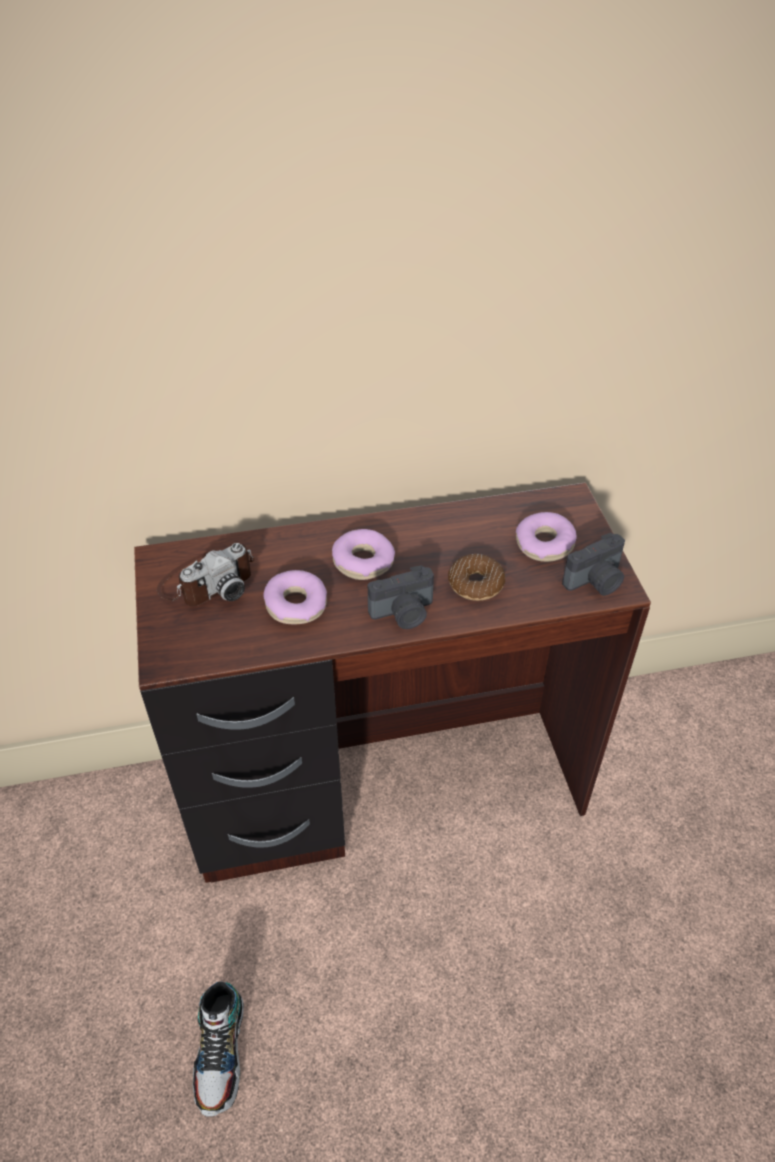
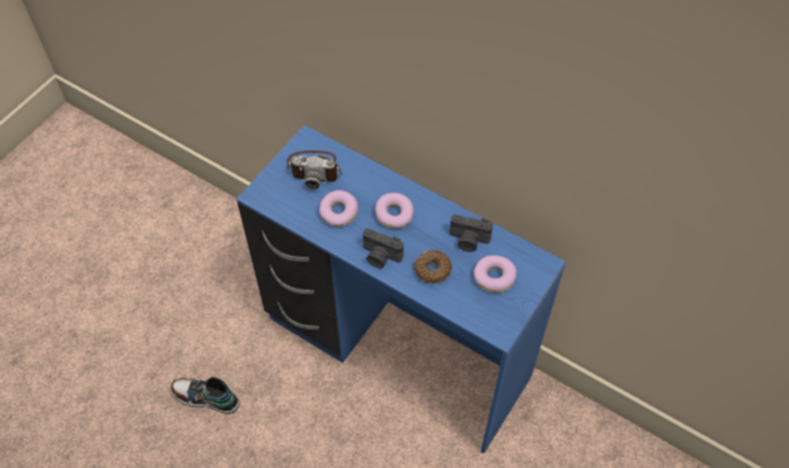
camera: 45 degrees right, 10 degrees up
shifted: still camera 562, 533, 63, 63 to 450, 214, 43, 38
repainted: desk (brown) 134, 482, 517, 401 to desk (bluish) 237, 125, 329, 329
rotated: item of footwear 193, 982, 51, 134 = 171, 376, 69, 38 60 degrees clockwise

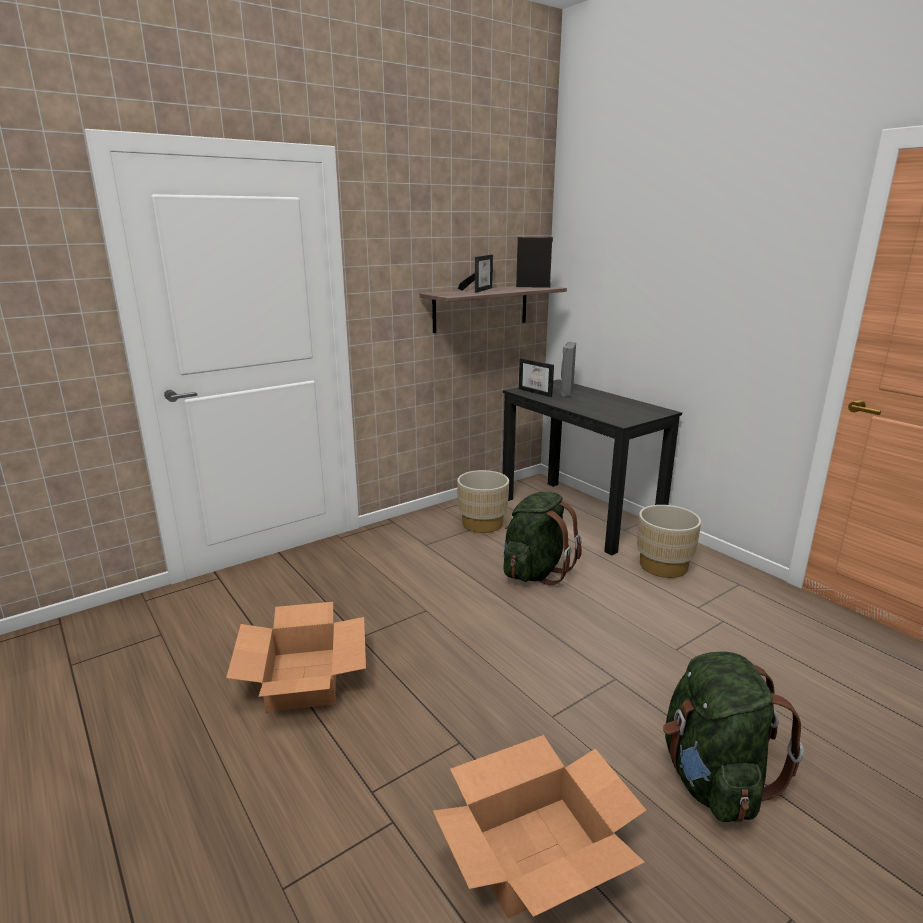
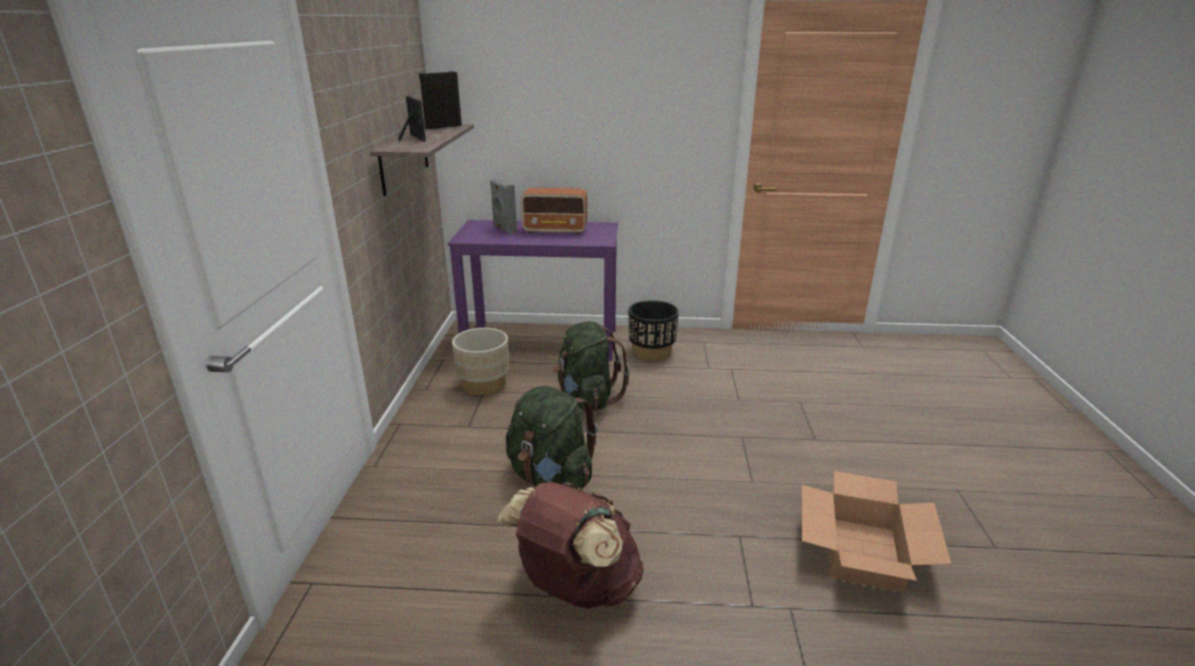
camera: 50 degrees left, 5 degrees up
gone: standing frame 519, 358, 35, 39
new: radio set 521, 188, 66, 46
shifted: rucksack (green-coloured) 663, 651, 141, 171 to 506, 386, 92, 103
swapped: carton 226, 602, 140, 110 to rucksack (brown) 497, 482, 147, 127
repainted: desk (blackish) 503, 379, 179, 177 to desk (purple) 448, 220, 170, 141; plant pot (beige) 637, 505, 64, 73 to plant pot (blackish) 628, 300, 51, 61

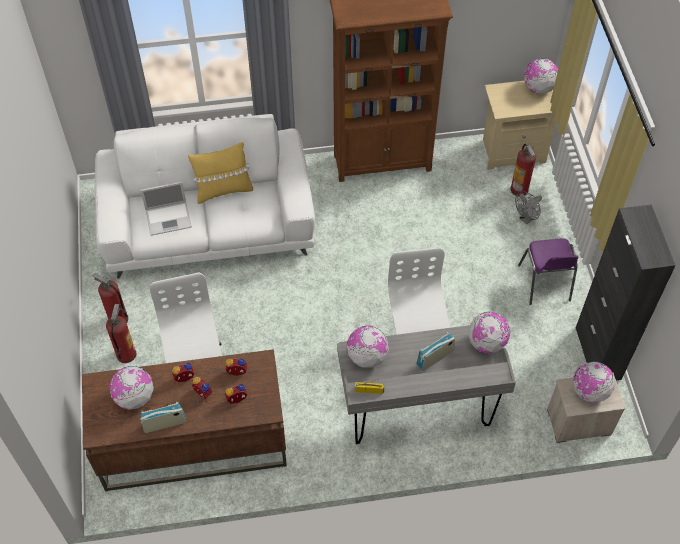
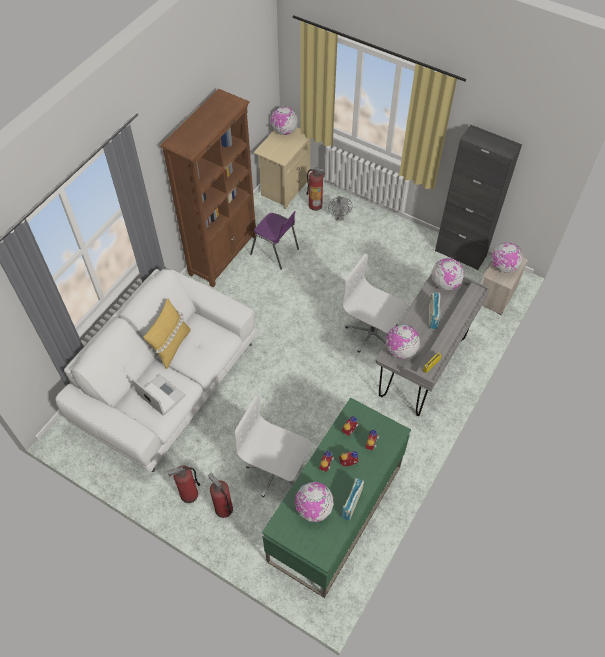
camera: 50 degrees left, 0 degrees up
shifted: upright chair (purple) 518, 238, 60, 67 to 250, 211, 49, 59
repainted: desk (brown) 82, 349, 205, 143 to desk (green-coloured) 262, 397, 149, 201
rotated: laptop 141, 182, 51, 54 = 132, 374, 53, 41 75 degrees counterclockwise

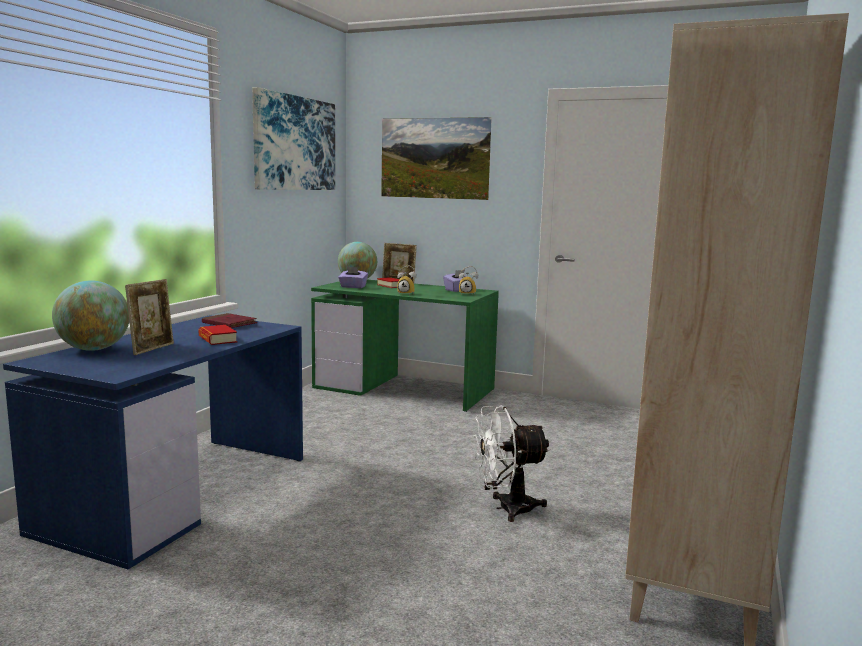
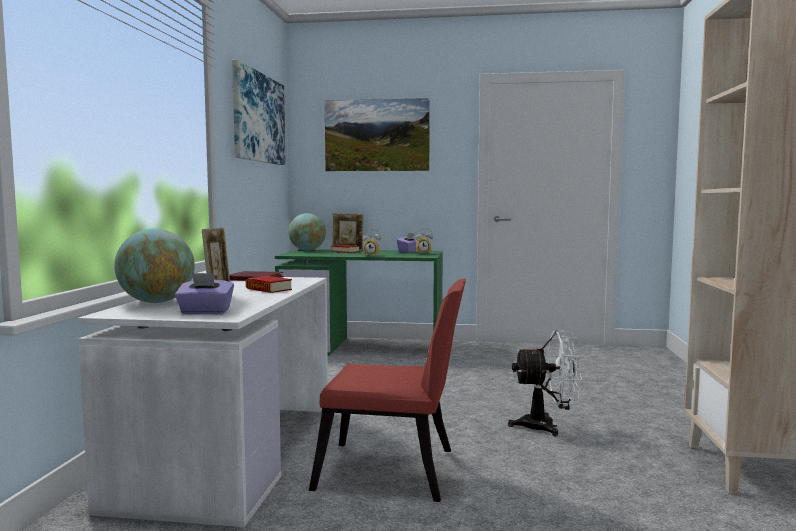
camera: 15 degrees left, 5 degrees down
new: upright chair (reddish) 309, 279, 157, 223
shifted: tissue box (purple) 338, 267, 30, 21 to 175, 273, 59, 41
repainted: desk (bluish) 3, 315, 300, 254 to desk (white) 77, 277, 251, 250
rotated: electric fan (white) 474, 405, 76, 117 = 508, 330, 74, 107 150 degrees counterclockwise

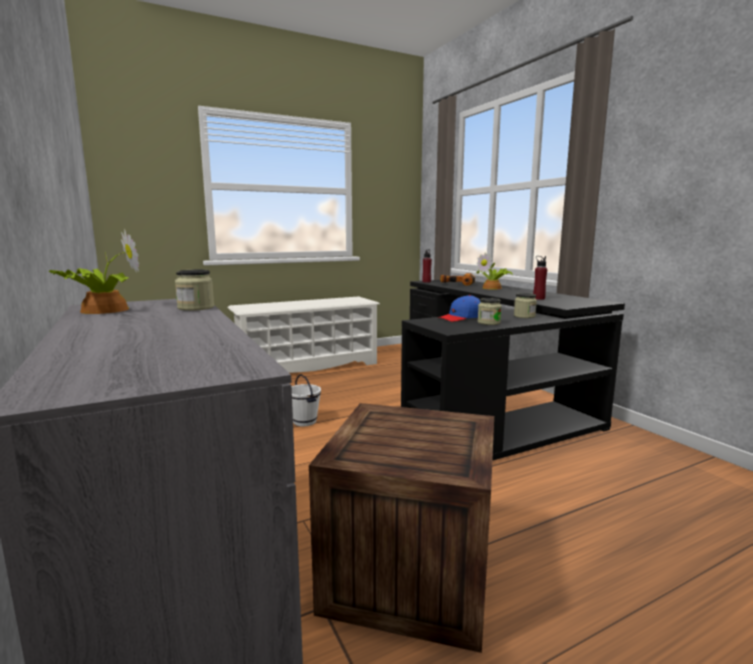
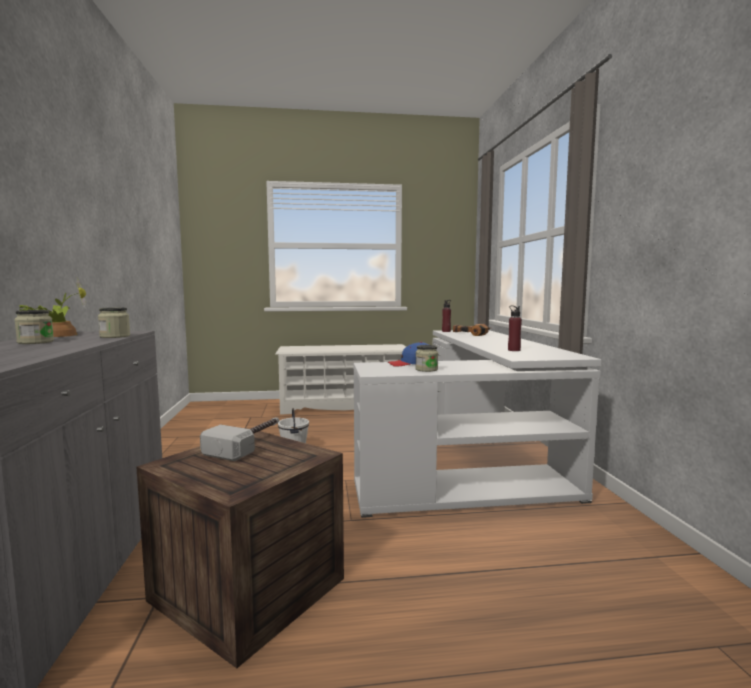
camera: 20 degrees right, 5 degrees down
gone: houseplant 476, 252, 36, 38
new: hand hammer 200, 417, 79, 44
shifted: jar 514, 293, 23, 25 to 14, 310, 40, 34
repainted: desk (blackish) 401, 280, 224, 181 to desk (white) 354, 330, 247, 188

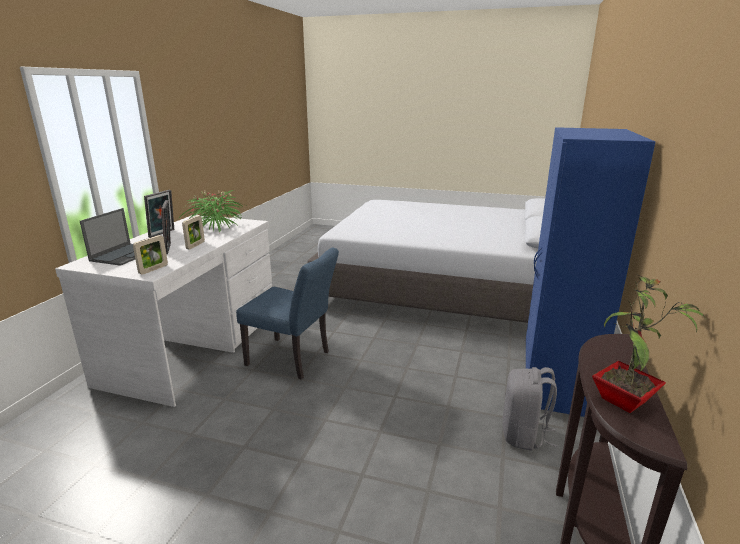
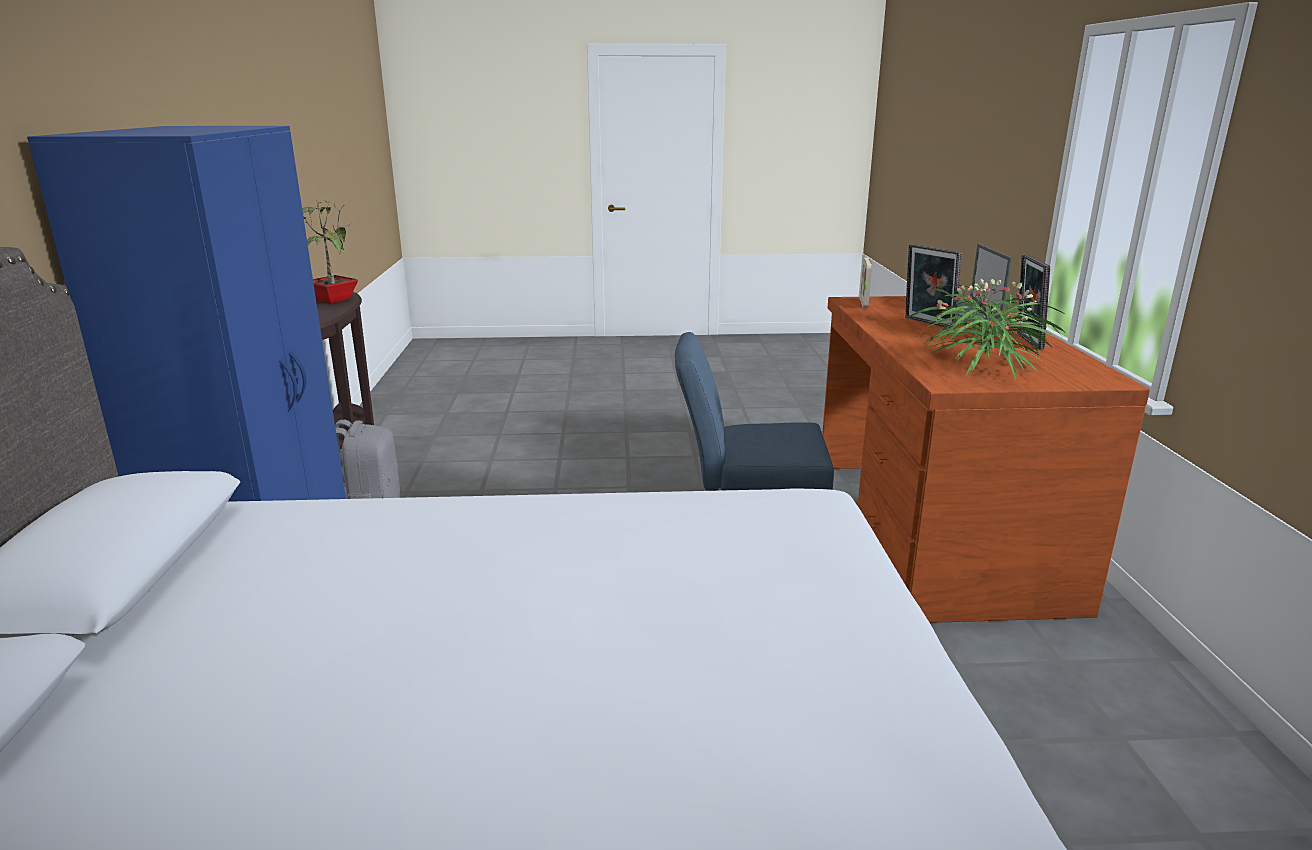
camera: 160 degrees right, 0 degrees up
gone: standing frame 182, 215, 23, 34
repainted: desk (white) 55, 215, 217, 192 to desk (brown) 822, 295, 328, 328

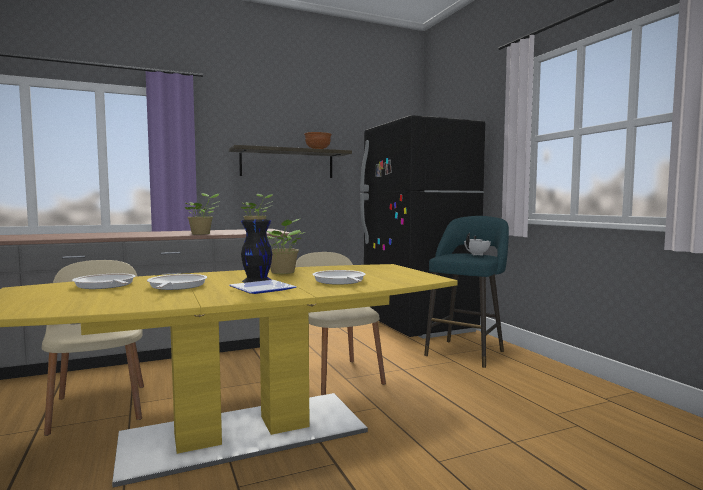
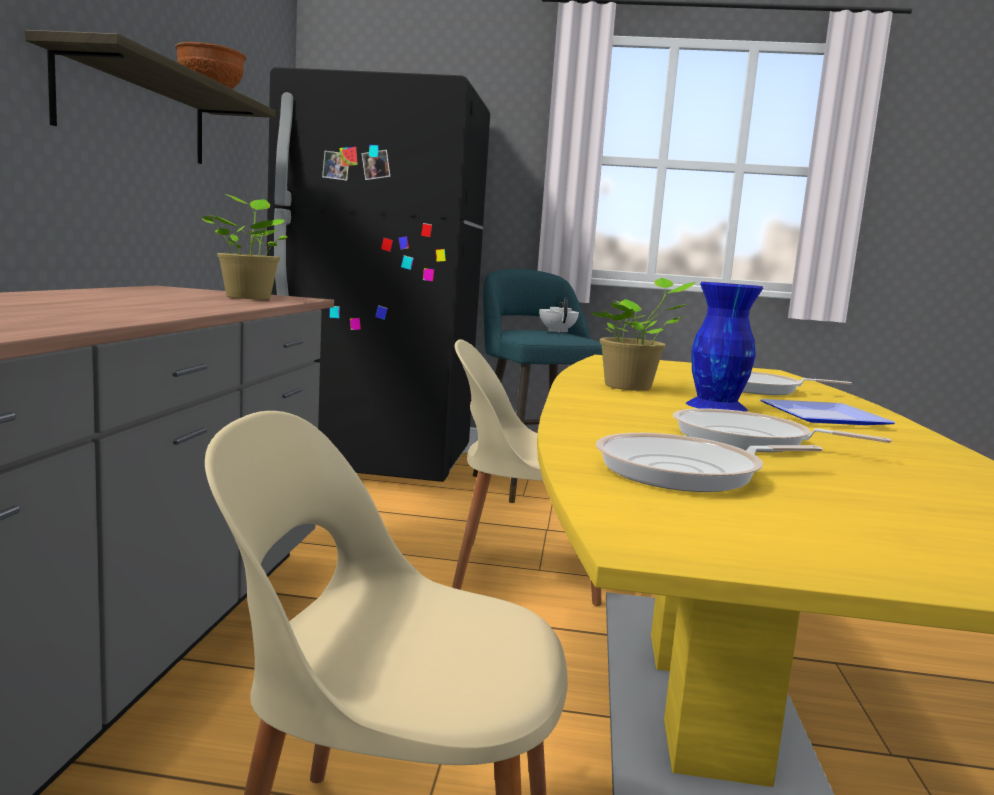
camera: 60 degrees left, 5 degrees up
gone: houseplant 185, 193, 35, 42
repainted: decorative vase (blackish) 241, 220, 31, 63 to decorative vase (bluish) 686, 282, 77, 130

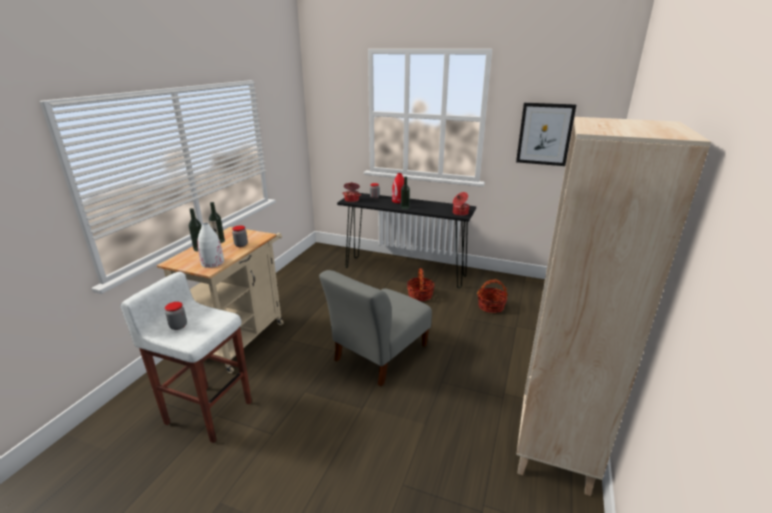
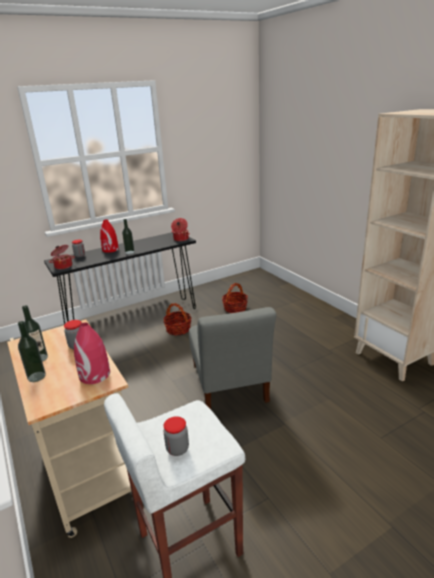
camera: 50 degrees left, 0 degrees up
gone: wall art 516, 103, 60, 63
repainted: decorative vase (white) 198, 223, 26, 45 to decorative vase (reddish) 74, 323, 36, 61

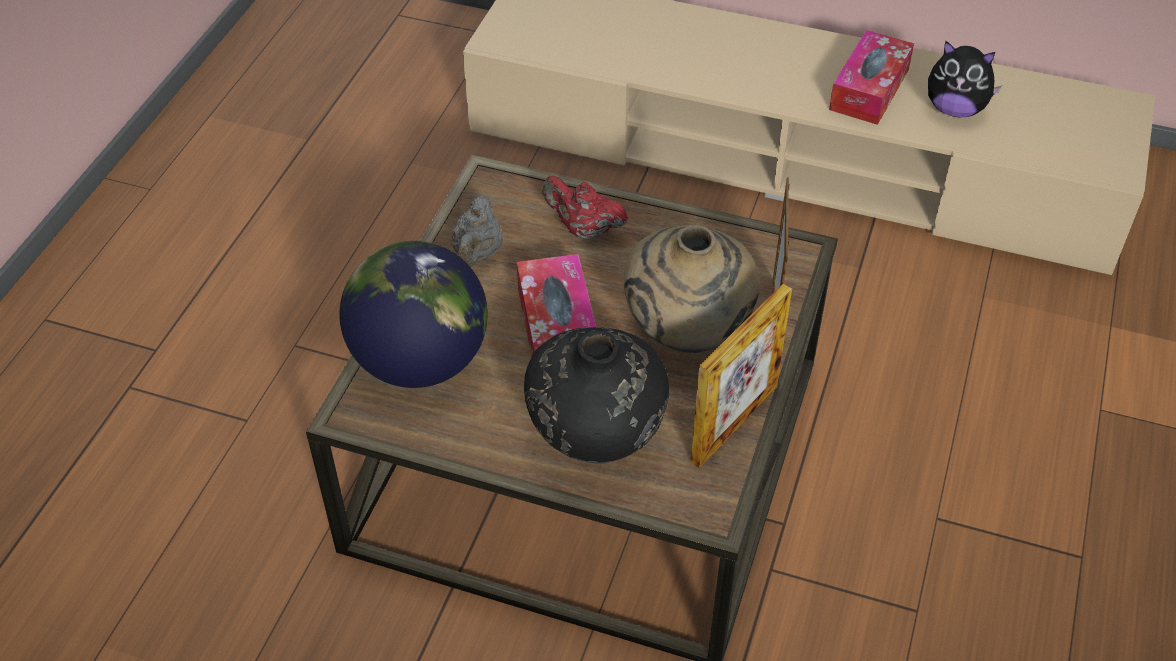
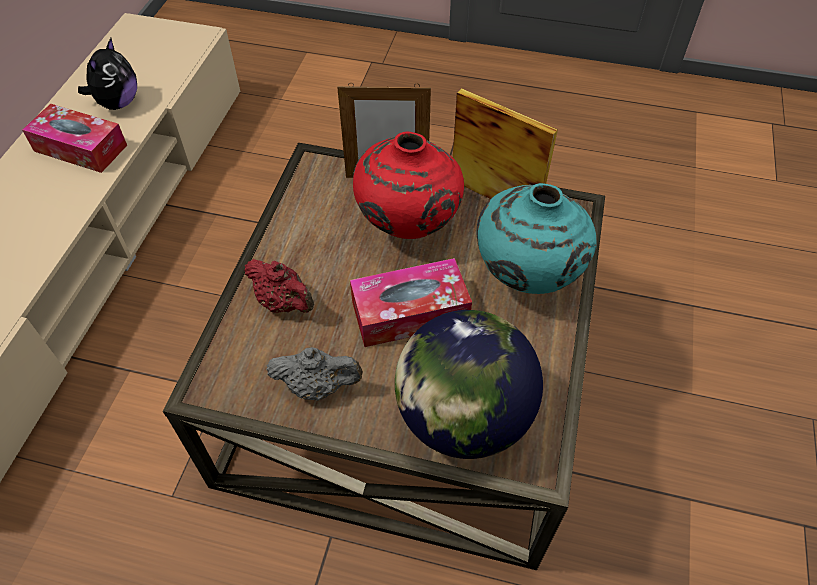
camera: 95 degrees left, 5 degrees up
repainted: decorative vase (beige) 624, 225, 135, 128 to decorative vase (reddish) 353, 132, 111, 107; decorative vase (blackish) 524, 327, 145, 137 to decorative vase (turquoise) 477, 183, 120, 111
rotated: pot for tea (reddish) 543, 176, 85, 64 = 244, 259, 70, 54 75 degrees counterclockwise

